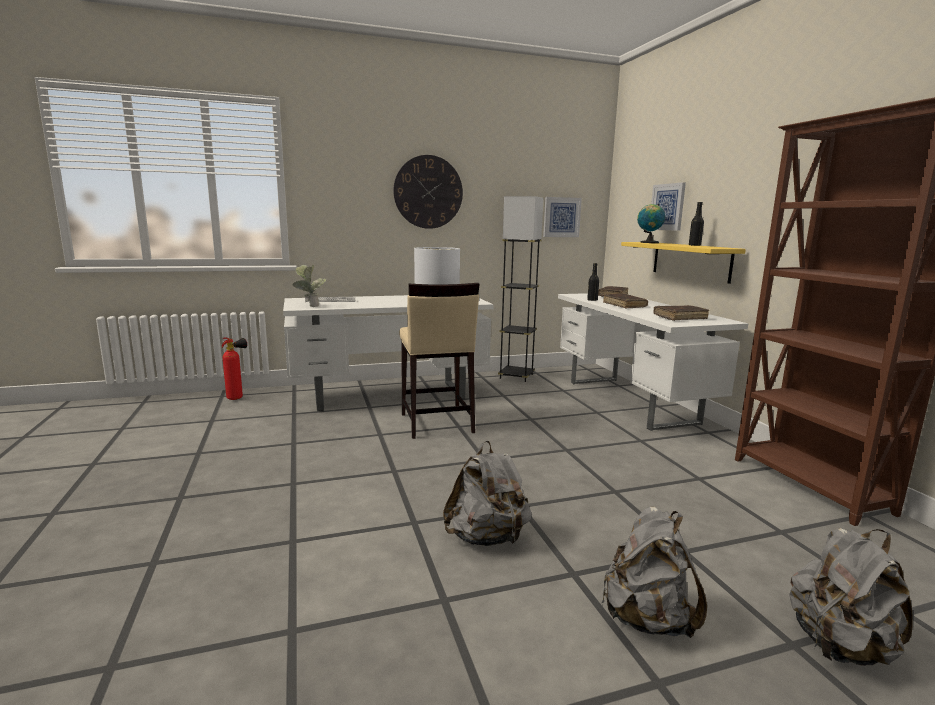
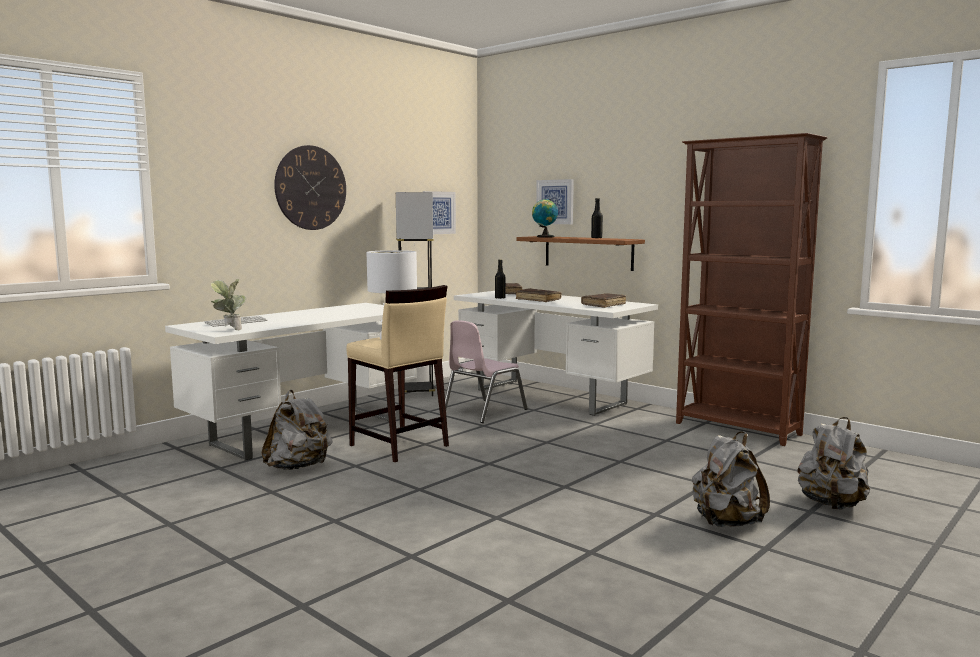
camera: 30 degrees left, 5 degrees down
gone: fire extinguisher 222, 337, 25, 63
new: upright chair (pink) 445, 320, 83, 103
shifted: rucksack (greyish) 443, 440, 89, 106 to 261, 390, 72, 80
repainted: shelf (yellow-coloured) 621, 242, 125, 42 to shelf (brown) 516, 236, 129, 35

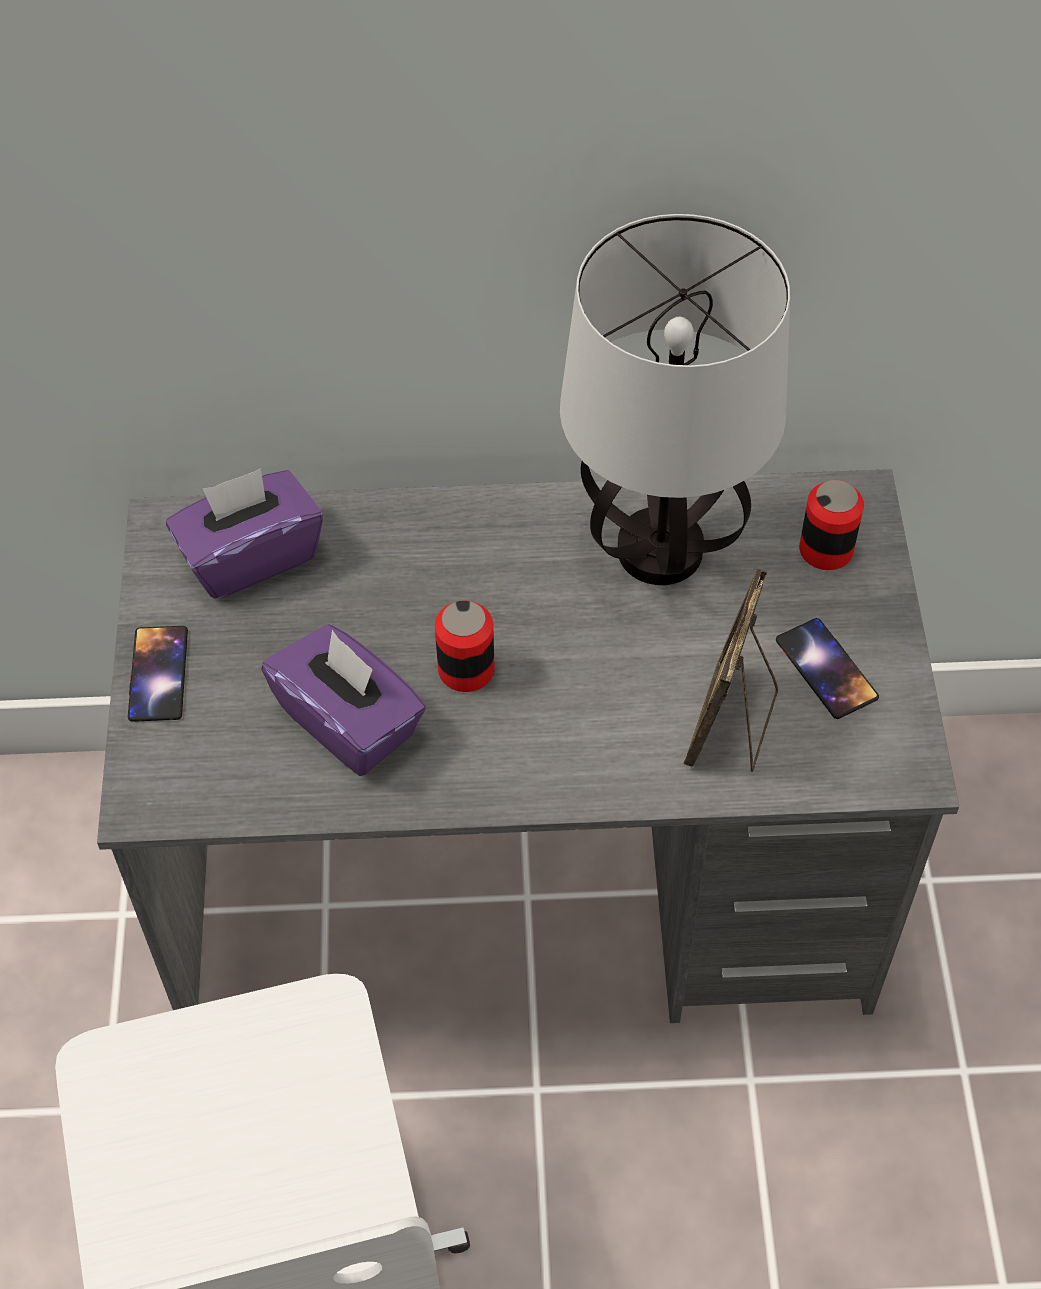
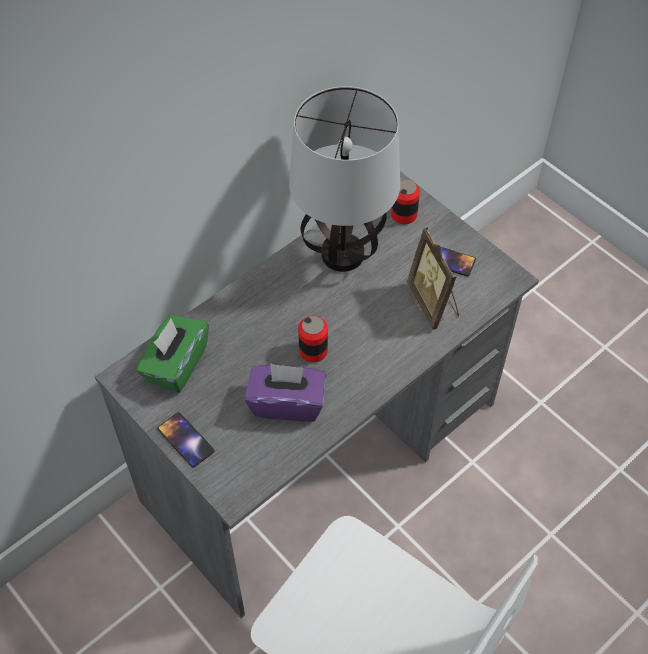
camera: 40 degrees left, 0 degrees up
repainted: tissue box (purple) 166, 468, 157, 131 to tissue box (green-coloured) 136, 315, 73, 78

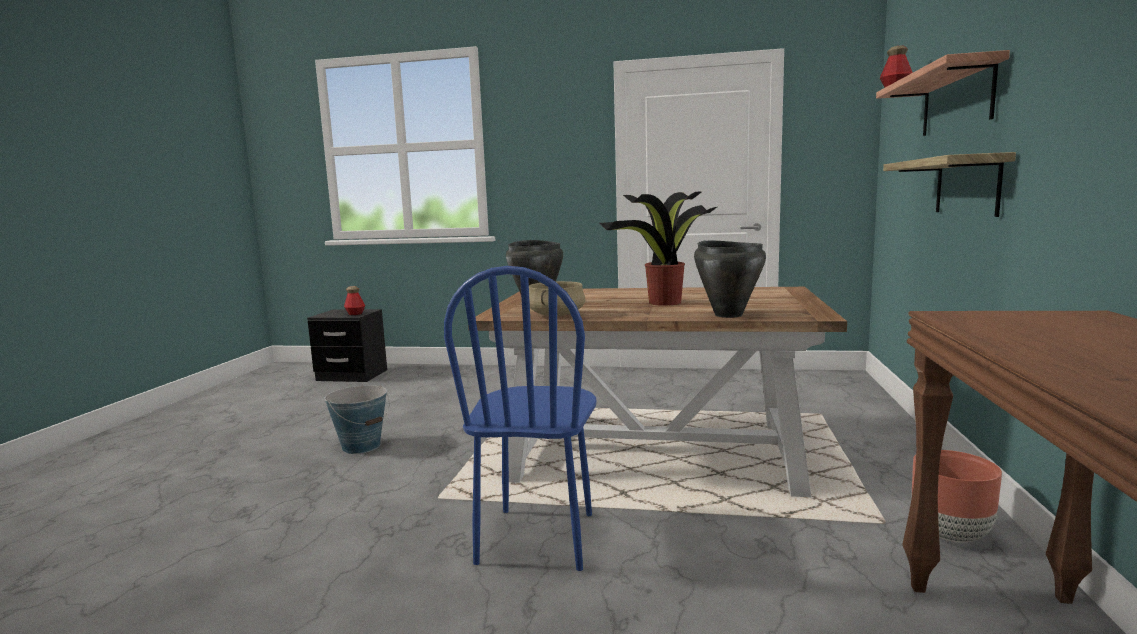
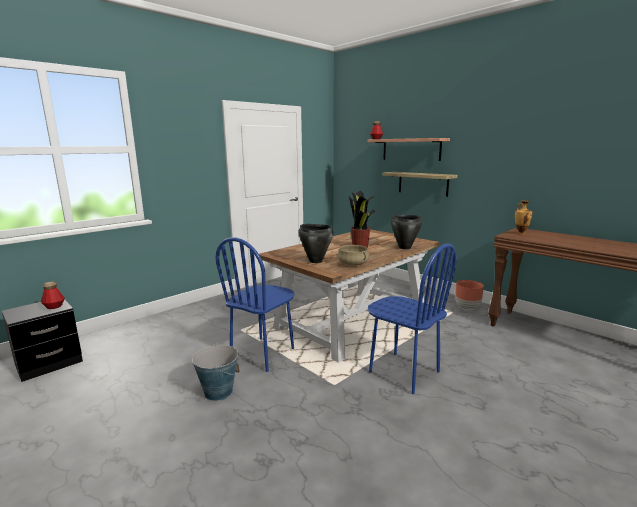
camera: 55 degrees left, 5 degrees up
new: decorative vase 515, 200, 18, 35; upright chair (bluish) 215, 238, 79, 134

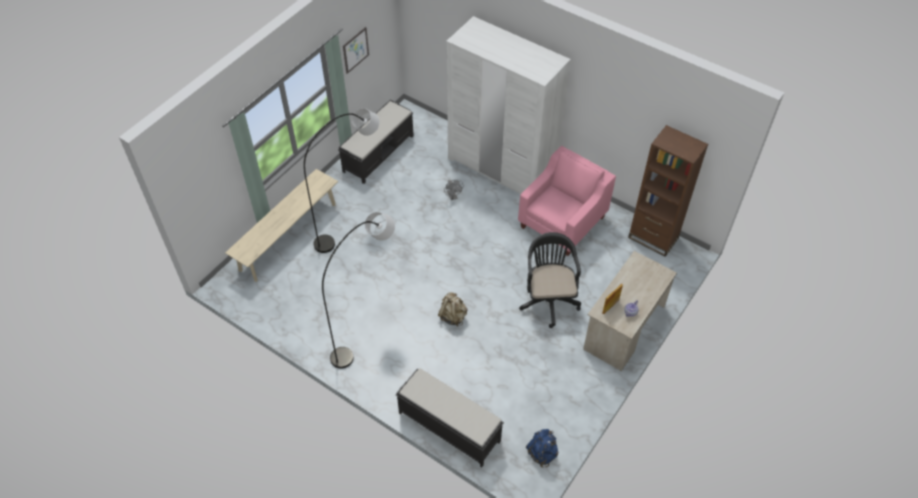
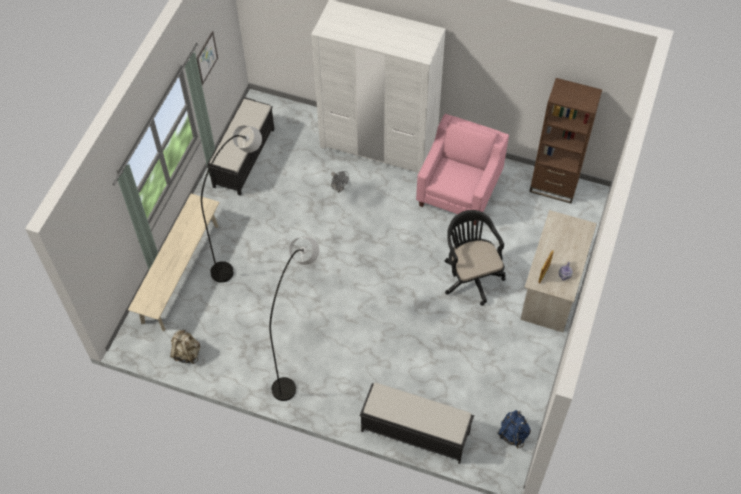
camera: 15 degrees left, 5 degrees up
shifted: rucksack (beige) 438, 292, 29, 35 to 170, 329, 30, 35

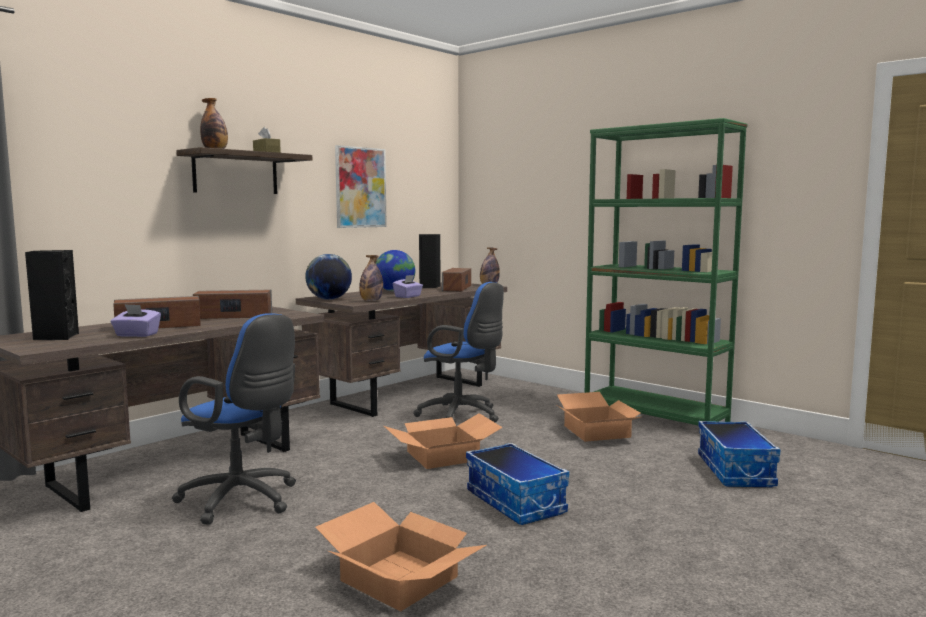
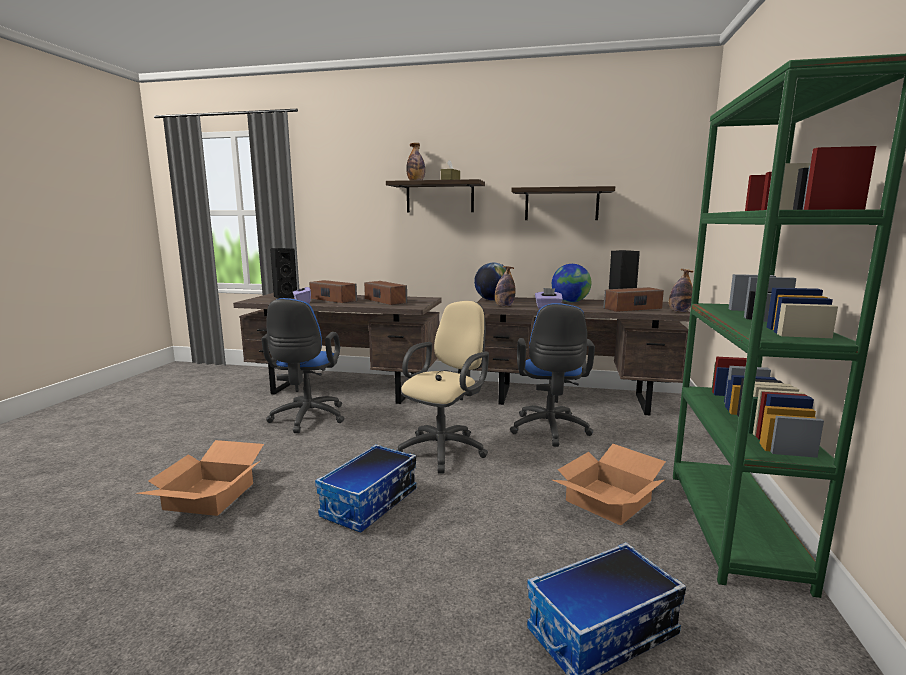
camera: 60 degrees right, 5 degrees up
swapped: wall art 335, 145, 52, 83 to shelf 511, 186, 104, 34; carton 384, 413, 119, 56 to computer chair (beige) 396, 301, 93, 172

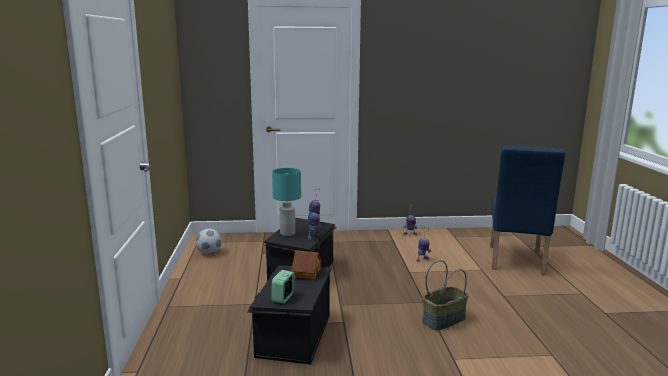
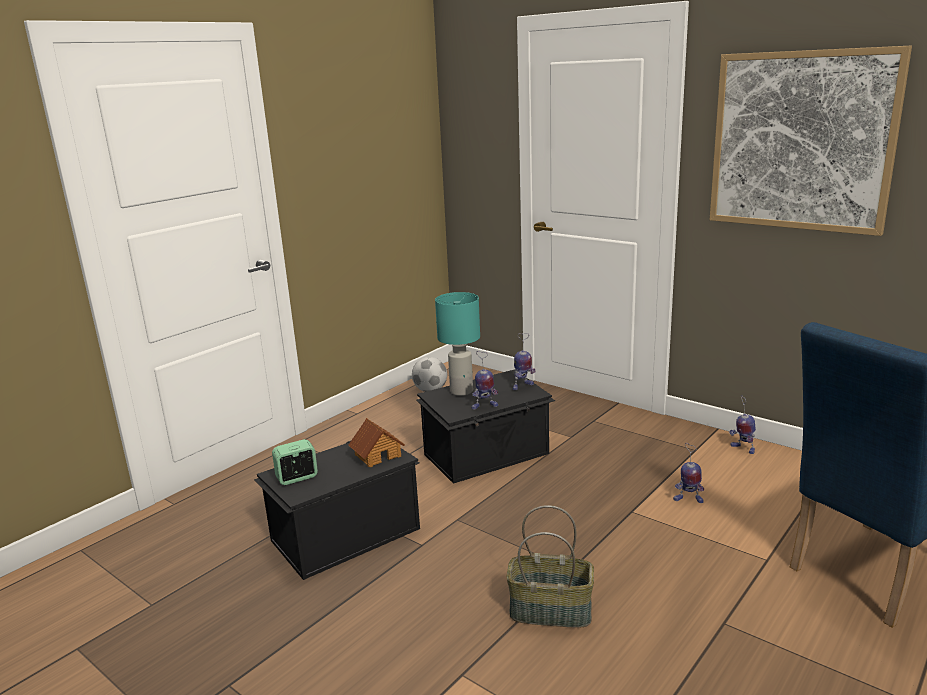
camera: 45 degrees right, 5 degrees up
new: wall art 710, 45, 202, 191

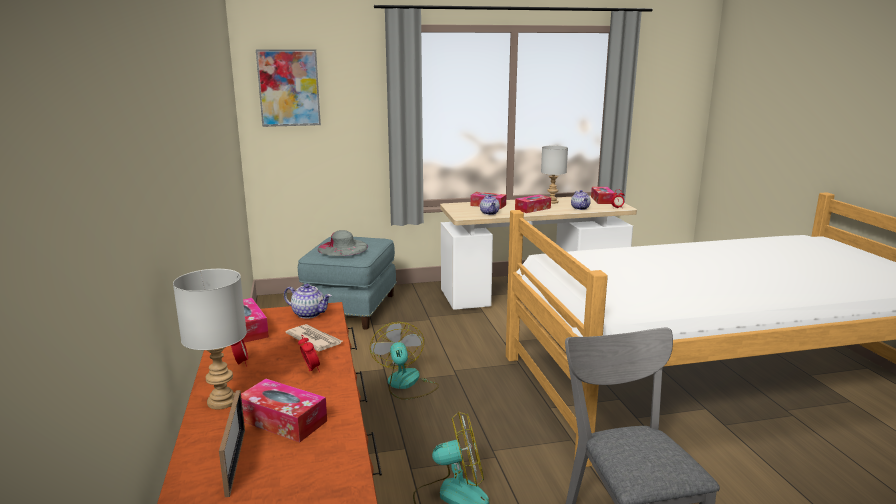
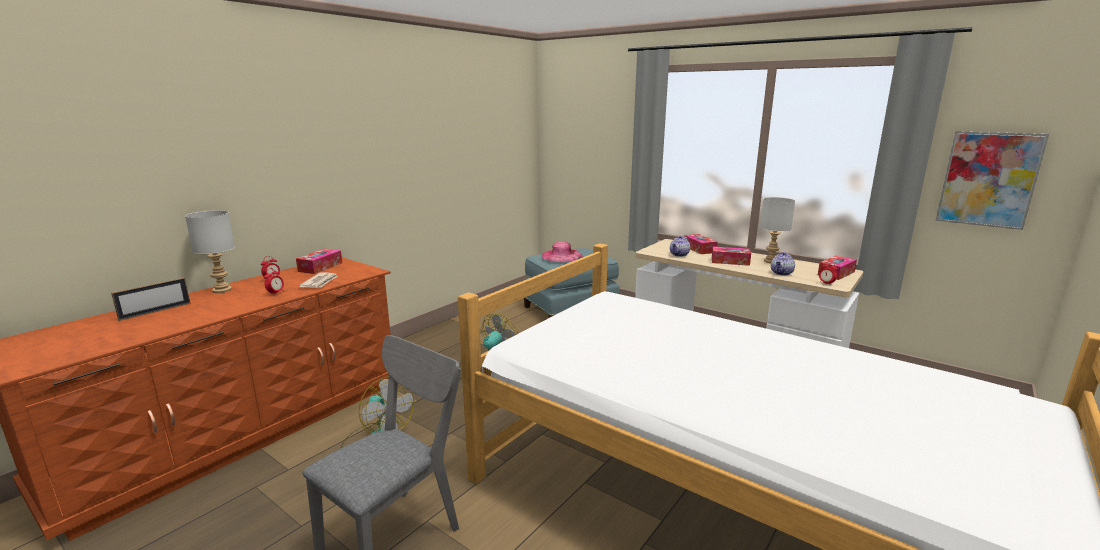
camera: 50 degrees right, 0 degrees up
gone: pot for tea 284, 284, 48, 35; tissue box 241, 379, 86, 63
shifted: wall art 256, 49, 65, 78 to 936, 131, 113, 99
repainted: hat (greyish) 318, 230, 50, 26 to hat (pink) 541, 241, 42, 21

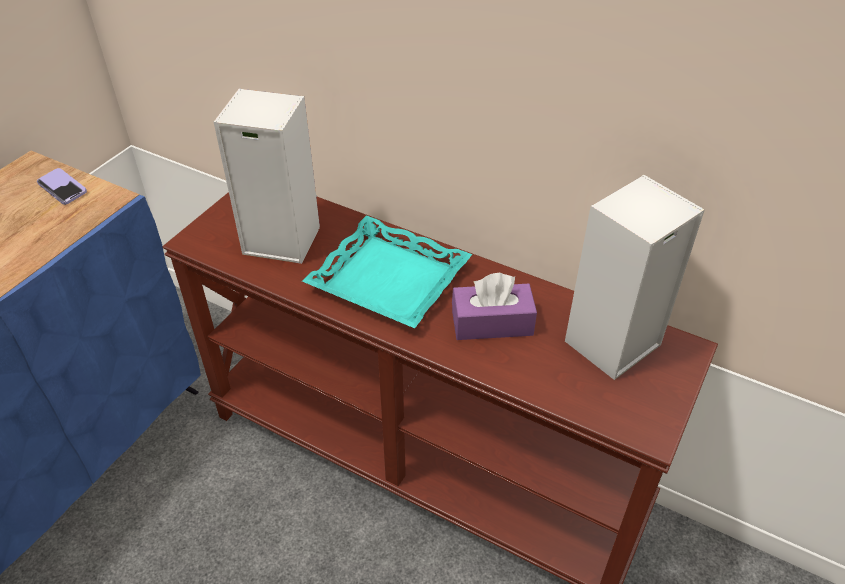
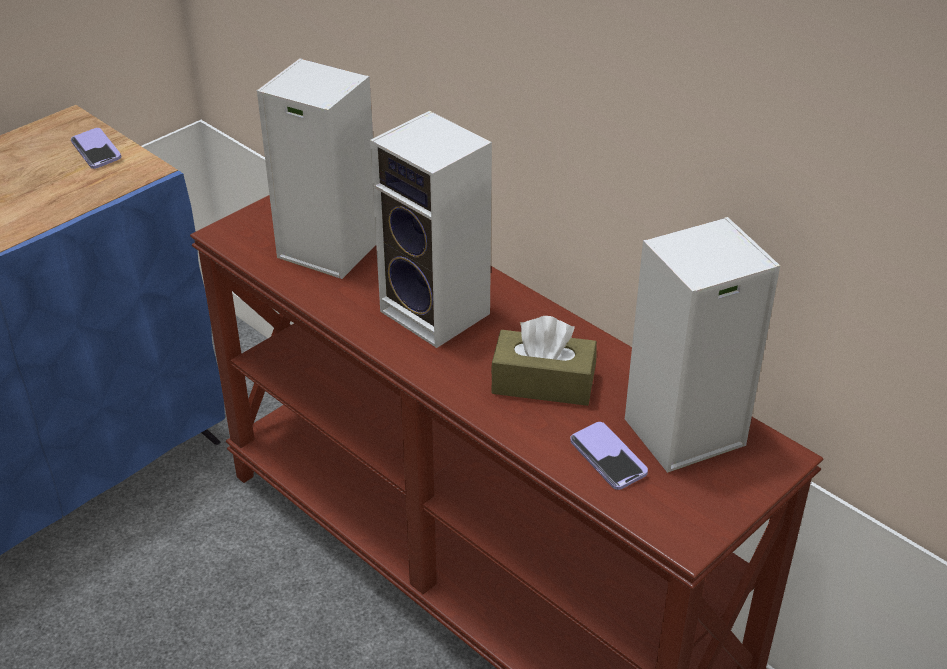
camera: 15 degrees right, 5 degrees down
new: phone 570, 422, 78, 68
swapped: carrying tray (turquoise) 302, 215, 170, 113 to speaker 370, 111, 122, 237
repainted: tissue box (purple) 452, 273, 85, 67 to tissue box (brown) 491, 316, 106, 90

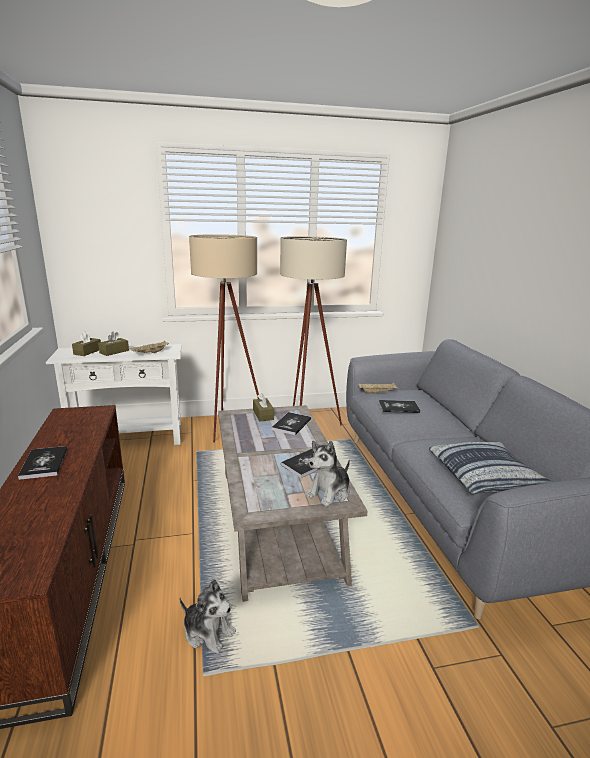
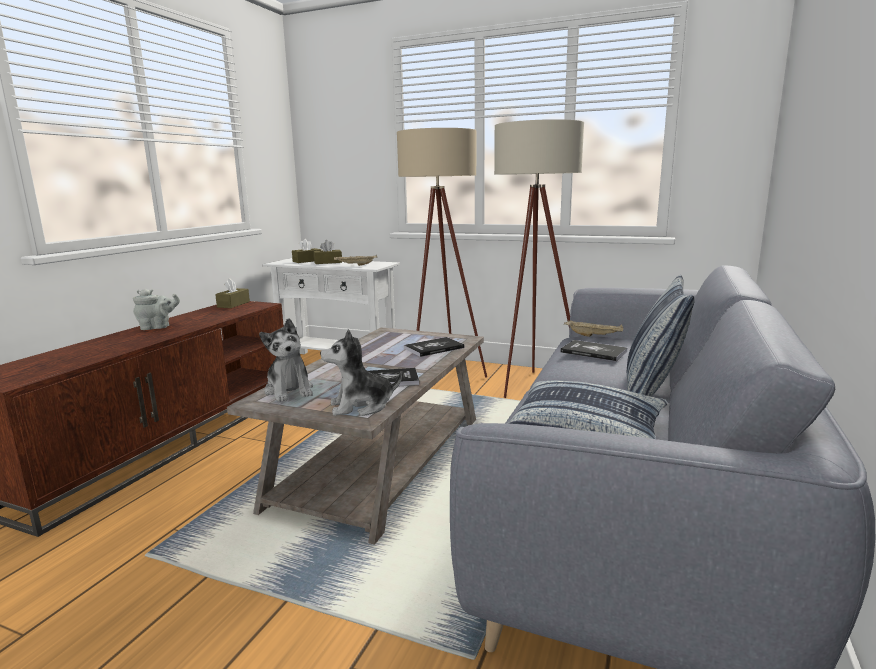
camera: 35 degrees right, 5 degrees down
new: pillow 627, 275, 68, 122
shifted: tissue box (brown) 253, 393, 21, 29 to 215, 278, 35, 30; cuddly toy 180, 579, 56, 75 to 259, 318, 54, 84
swapped: volume 18, 446, 49, 34 to pot for tea (greyish) 133, 289, 47, 41

